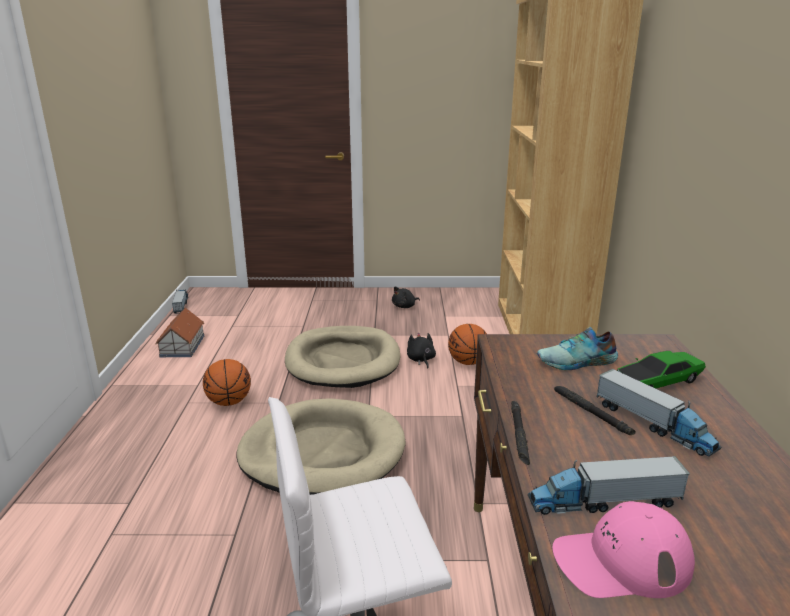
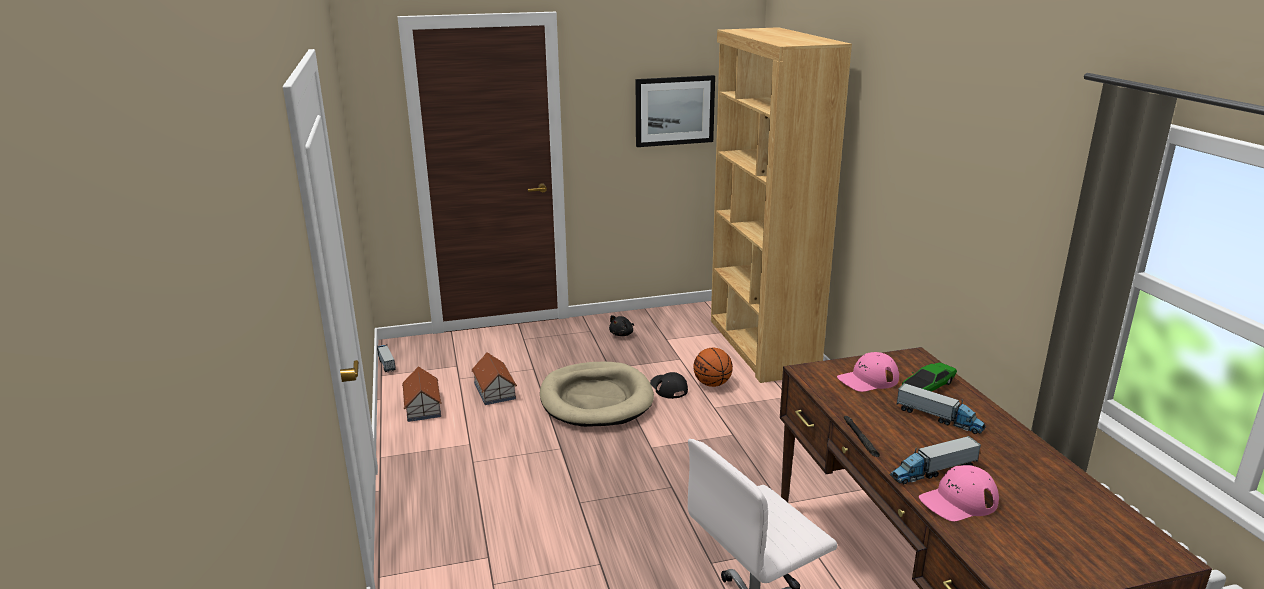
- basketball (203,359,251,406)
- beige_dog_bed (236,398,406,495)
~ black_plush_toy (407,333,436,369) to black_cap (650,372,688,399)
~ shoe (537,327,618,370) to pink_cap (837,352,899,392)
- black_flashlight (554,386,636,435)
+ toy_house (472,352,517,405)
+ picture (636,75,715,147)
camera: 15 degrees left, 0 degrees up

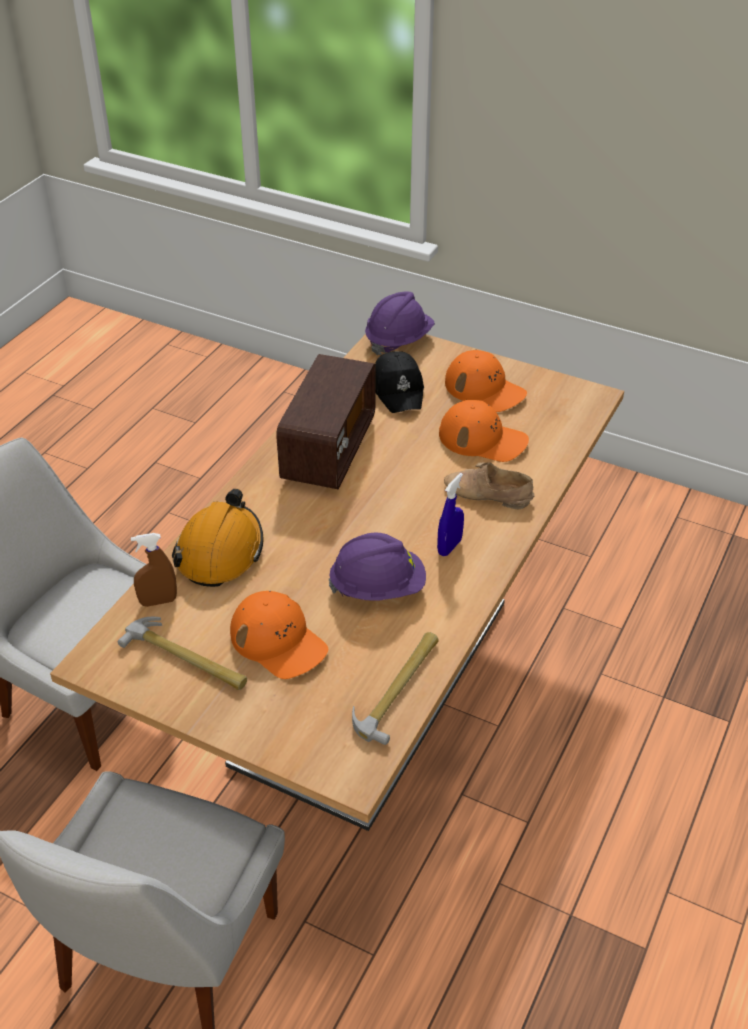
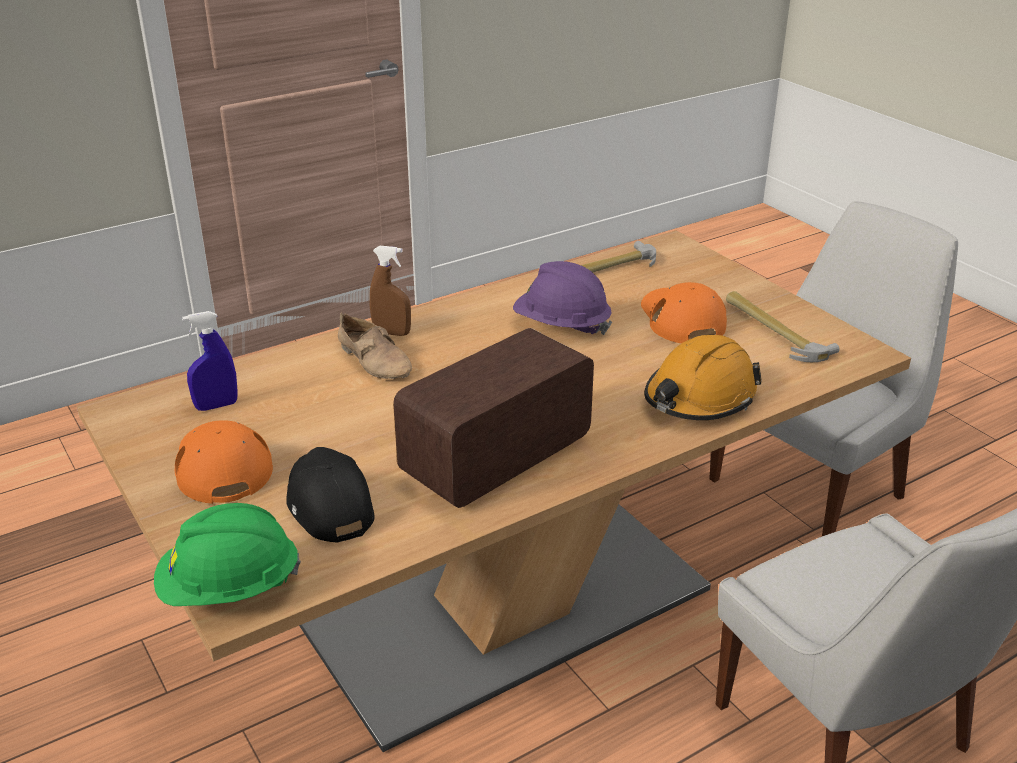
~ brown_spray_bottle (131,533,177,607) to (369,246,411,336)
~ purple_hard_hat (365,292,435,356) to green_hard_hat (154,503,301,606)
~ black_cap (375,351,424,413) = (286,447,375,542) 45 degrees counterclockwise
~ blue_spray_bottle (437,473,464,556) to (182,311,238,411)
- orange_cap (439,400,529,462)
camera: 150 degrees left, 10 degrees down

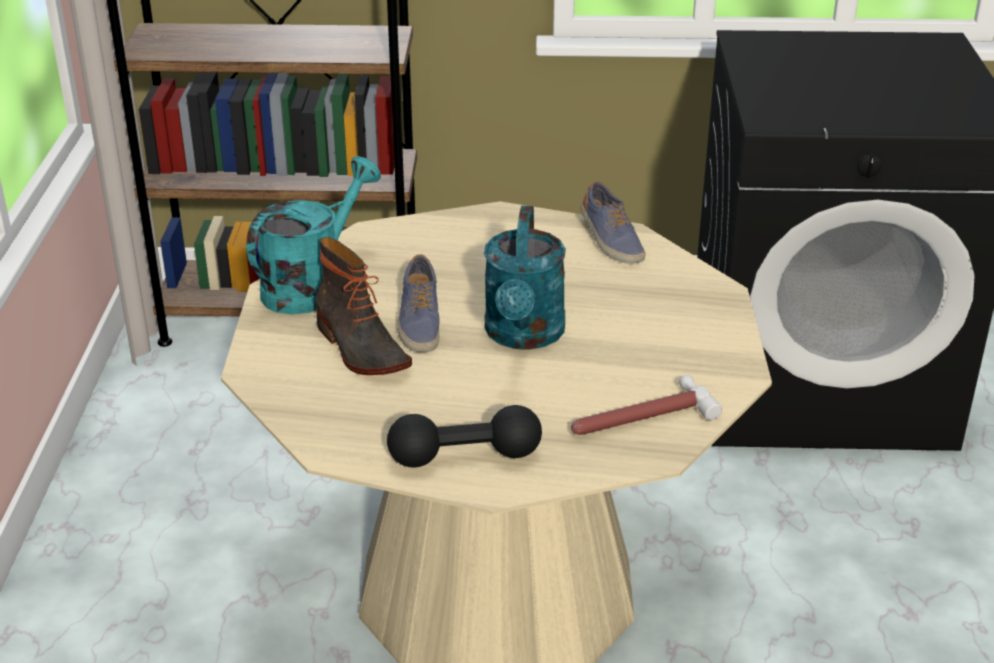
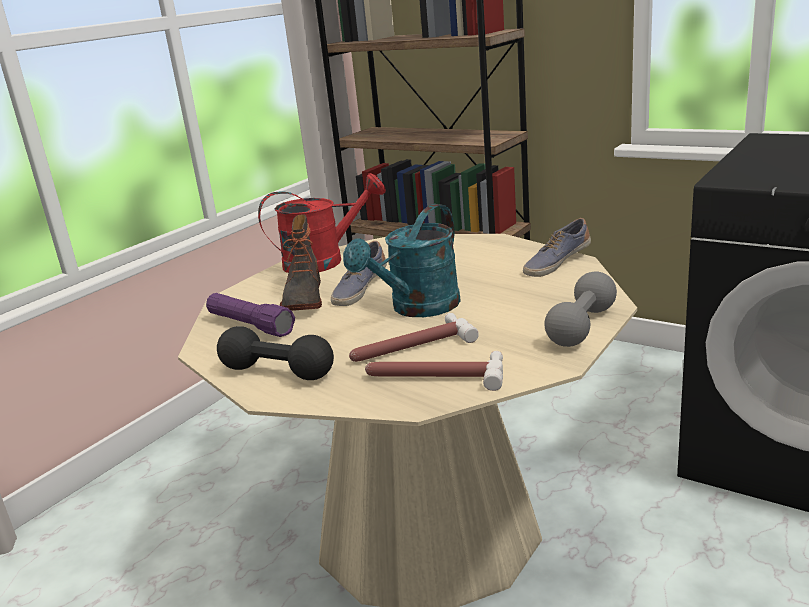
~ turquoise_watering_can (246,156,381,314) to red_watering_can (258,173,386,273)
~ shoe (581,181,646,264) = (523,218,591,277) 45 degrees clockwise
+ purple_flashlight (206,293,295,337)
+ hammer (349,313,479,362)
+ grey_dumbbell (544,272,617,347)
camera: 35 degrees right, 10 degrees down

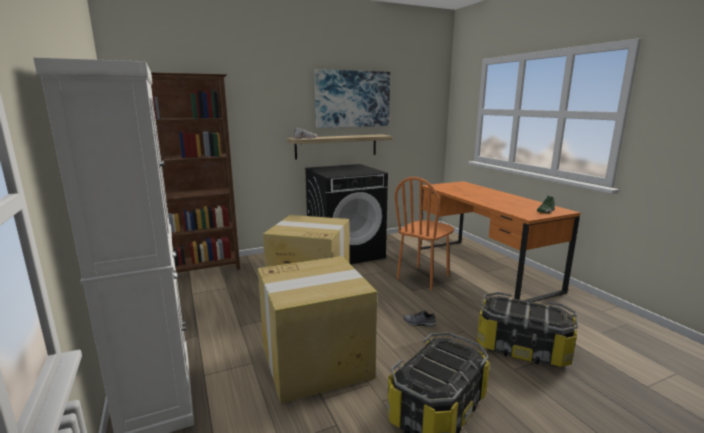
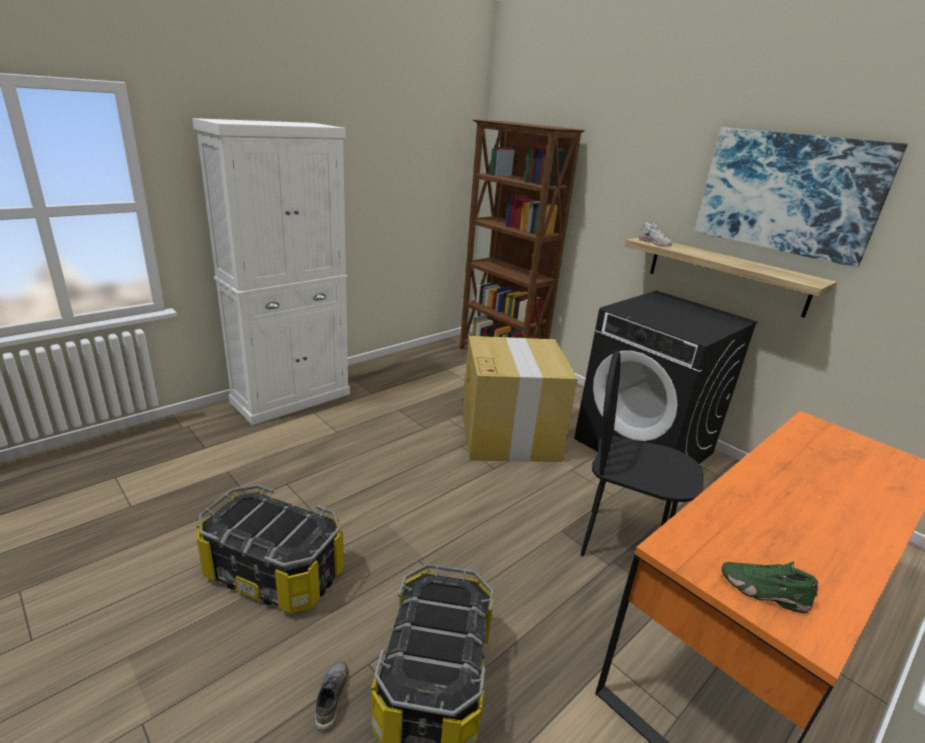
- cardboard_box (258,256,377,404)
~ orange_chair (394,177,454,290) to black_chair (580,351,704,556)
~ grey_shoe (404,310,436,327) to (314,661,349,731)
camera: 70 degrees right, 10 degrees up

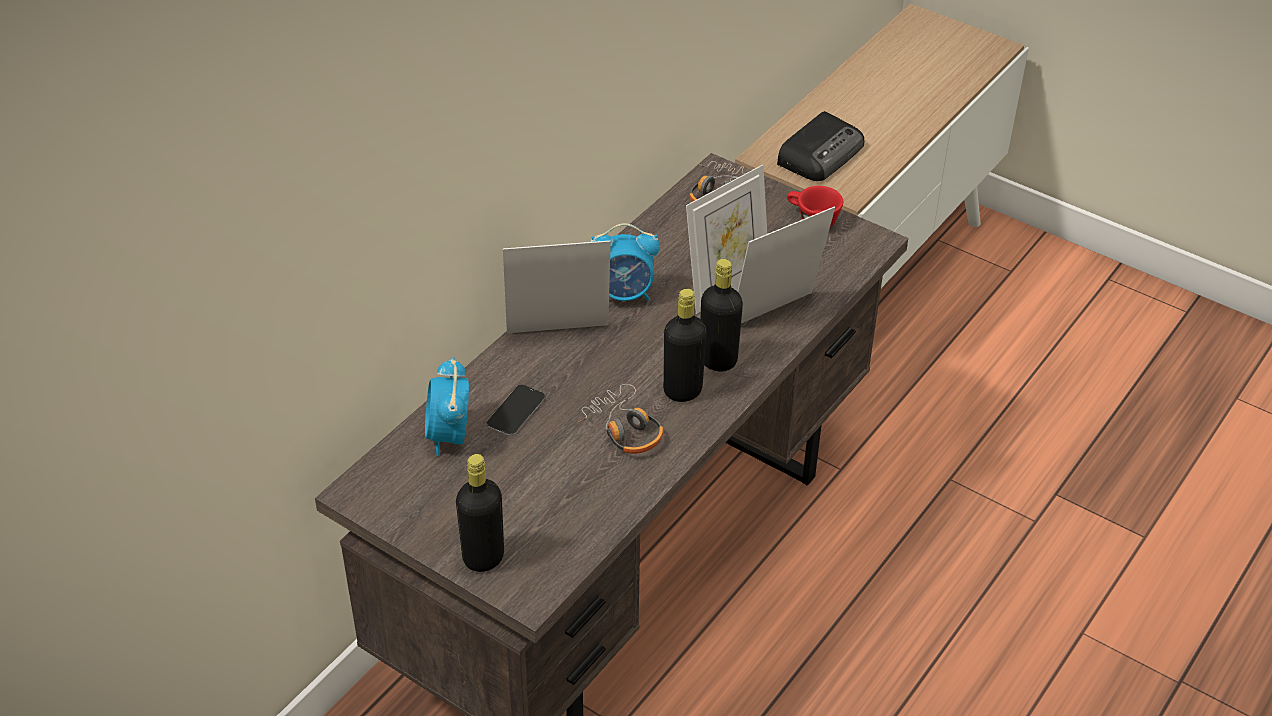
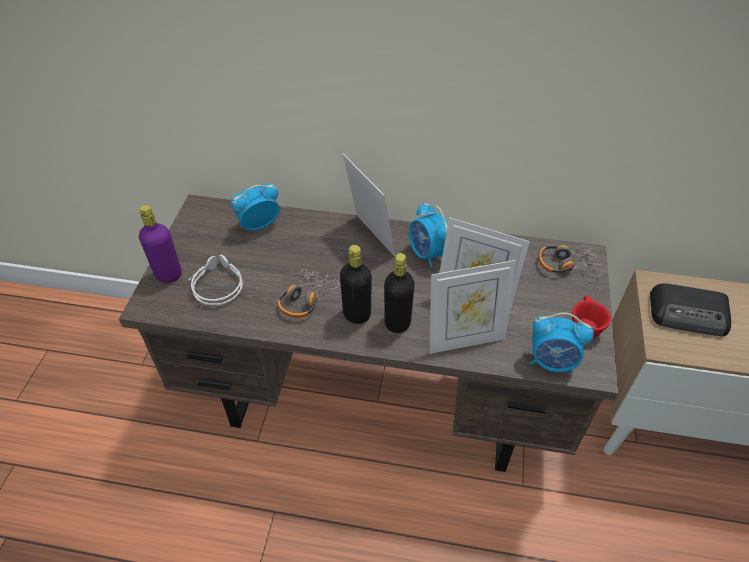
~ black_bottle (456,454,504,572) to purple_bottle (139,205,182,283)
- phone (487,385,545,436)
~ picture_frame (737,206,835,323) = (429,260,516,354) 135 degrees clockwise
+ grey_headphones (188,255,243,305)
+ alarm_clock (529,312,594,373)
camera: 65 degrees right, 5 degrees up

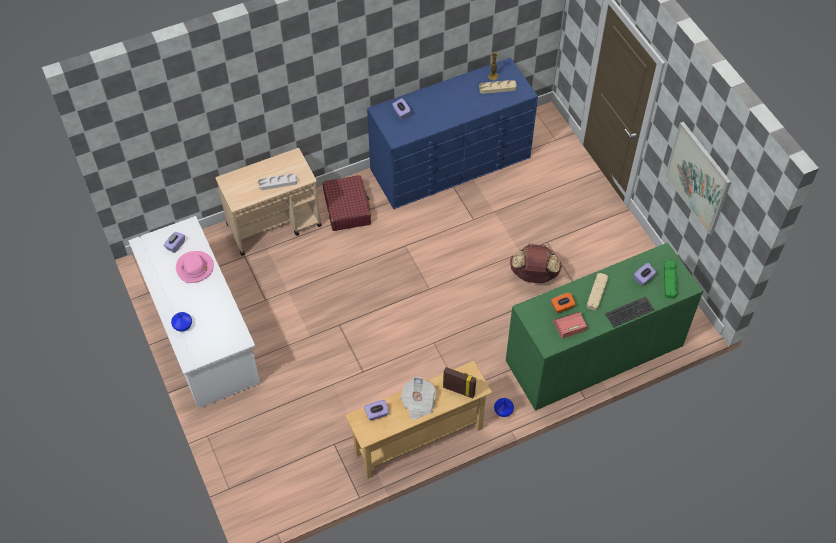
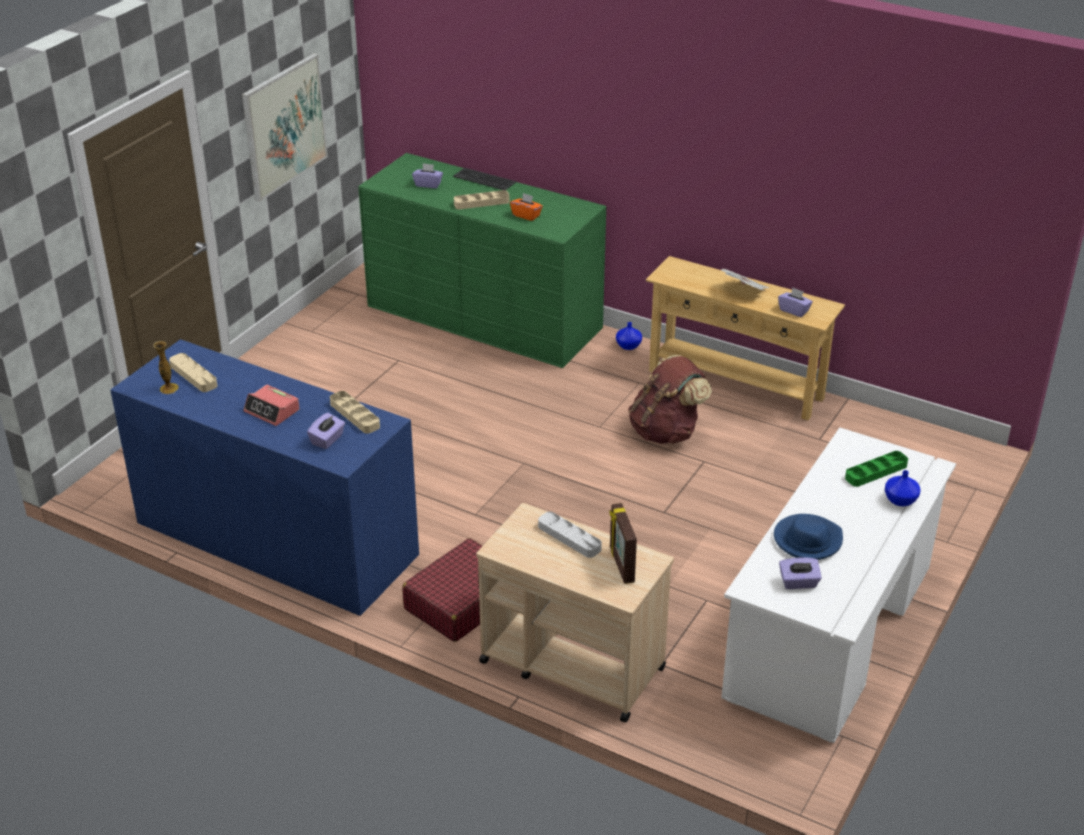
~ pink_hat (176,251,214,283) to blue_hat (774,514,843,560)
~ picture_frame (443,367,477,398) to (610,503,637,584)
~ brown_backpack (510,244,562,283) to (628,355,712,444)
~ alarm_clock (553,312,587,339) to (243,385,299,426)
~ green_tray (664,261,677,299) to (845,451,908,487)
+ beige_tray (330,391,380,434)
camera: 125 degrees left, 20 degrees down

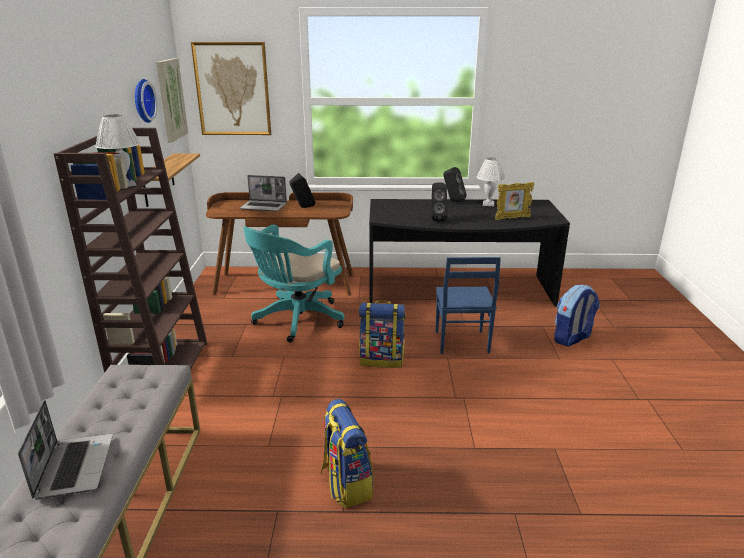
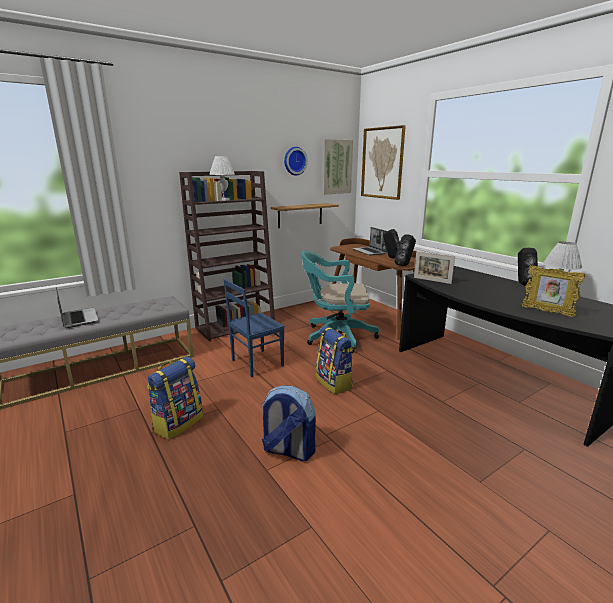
~ laptop (18,400,113,500) = (56,287,99,328) 75 degrees counterclockwise
~ black_speaker (432,183,448,221) to (394,234,416,266)
~ blue_chair (435,257,501,354) to (224,279,285,377)
~ backpack (554,285,600,347) to (262,386,316,462)
+ picture_frame (414,251,455,284)
camera: 55 degrees right, 5 degrees down

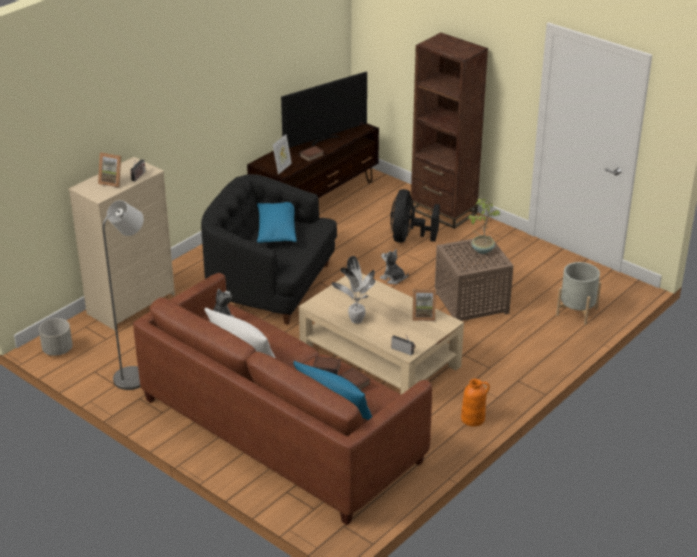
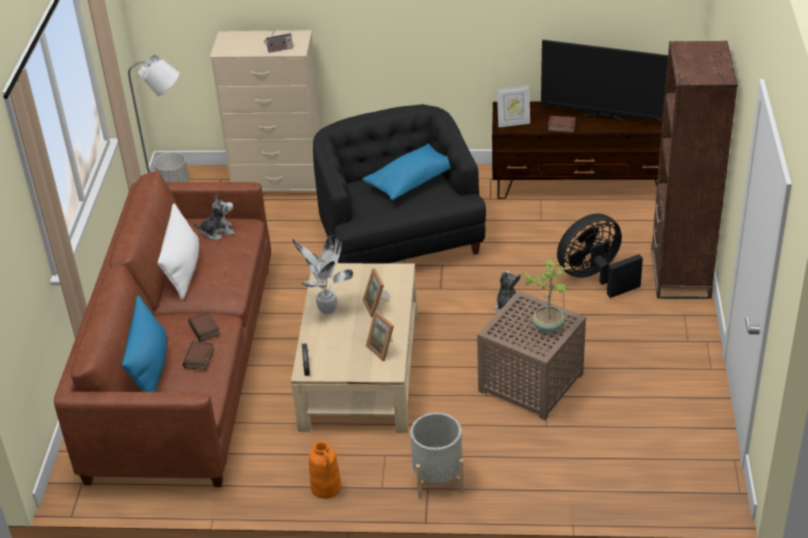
~ picture_frame (98,153,121,187) to (363,268,390,317)
~ grey_planter (556,262,601,325) to (410,413,464,499)
camera: 55 degrees right, 5 degrees up

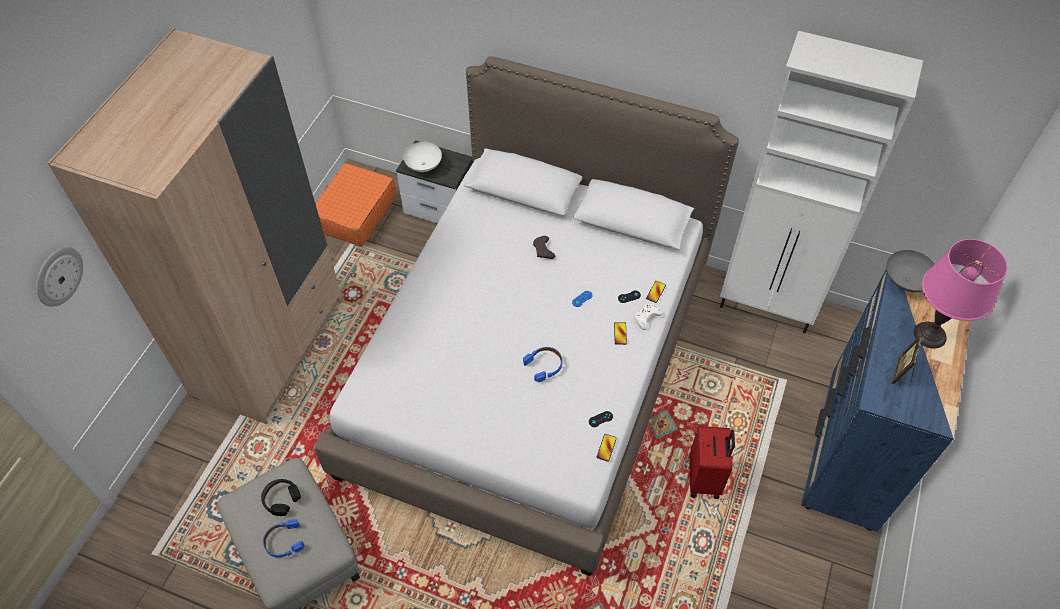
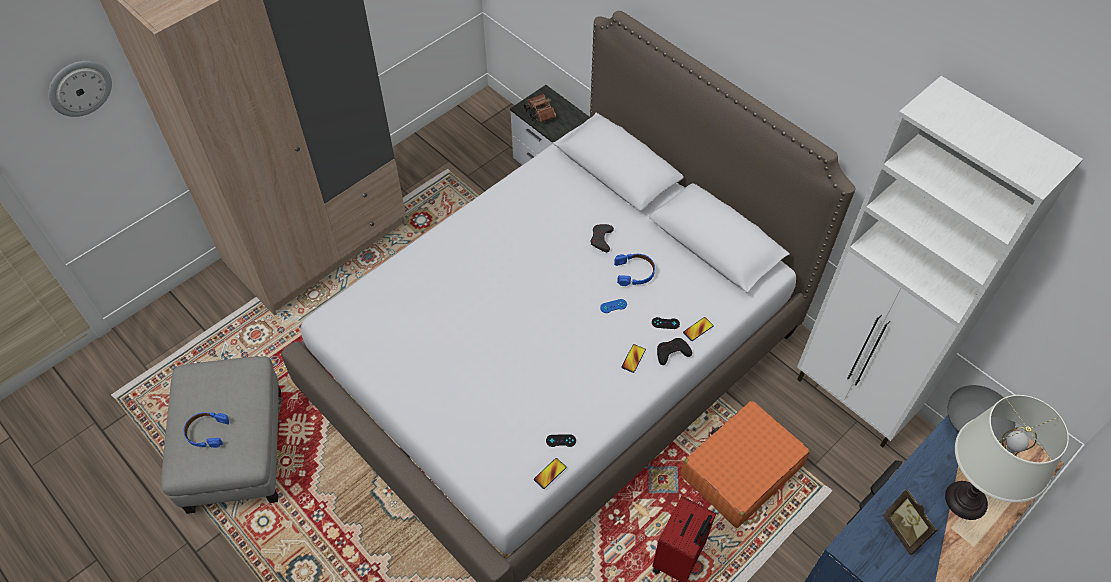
- black_headphones (261,479,301,516)
~ orange_suitcase (315,163,396,247) to (680,401,810,528)
~ white_bowl (403,142,442,172) to brown_binoculars (524,94,556,122)
~ blue_headphones (523,347,562,382) to (614,254,655,286)
~ white_game_controller (634,304,663,330) to black_game_controller (657,338,692,365)
~ picture_frame (892,335,923,387) = (883,488,938,555) 75 degrees counterclockwise
~ pink_table_lamp (914,239,1007,349) to white_table_lamp (945,395,1069,520)
camera: 25 degrees right, 0 degrees up

